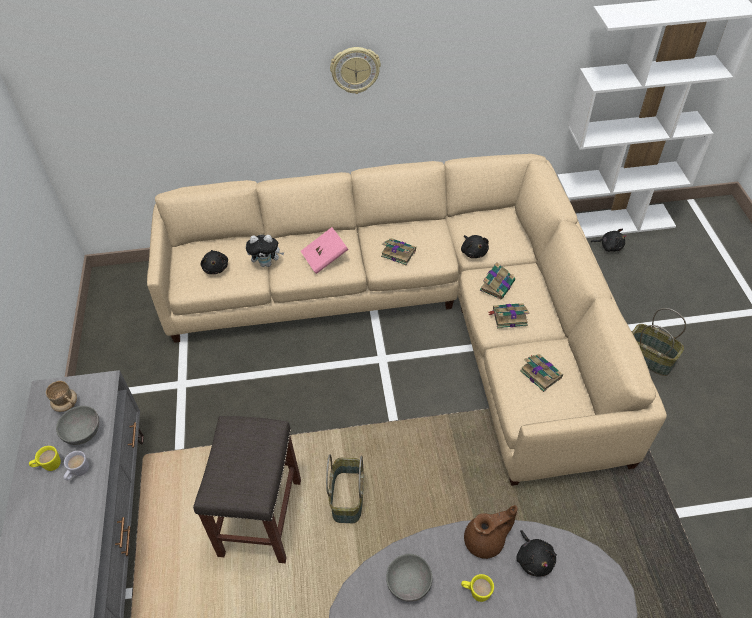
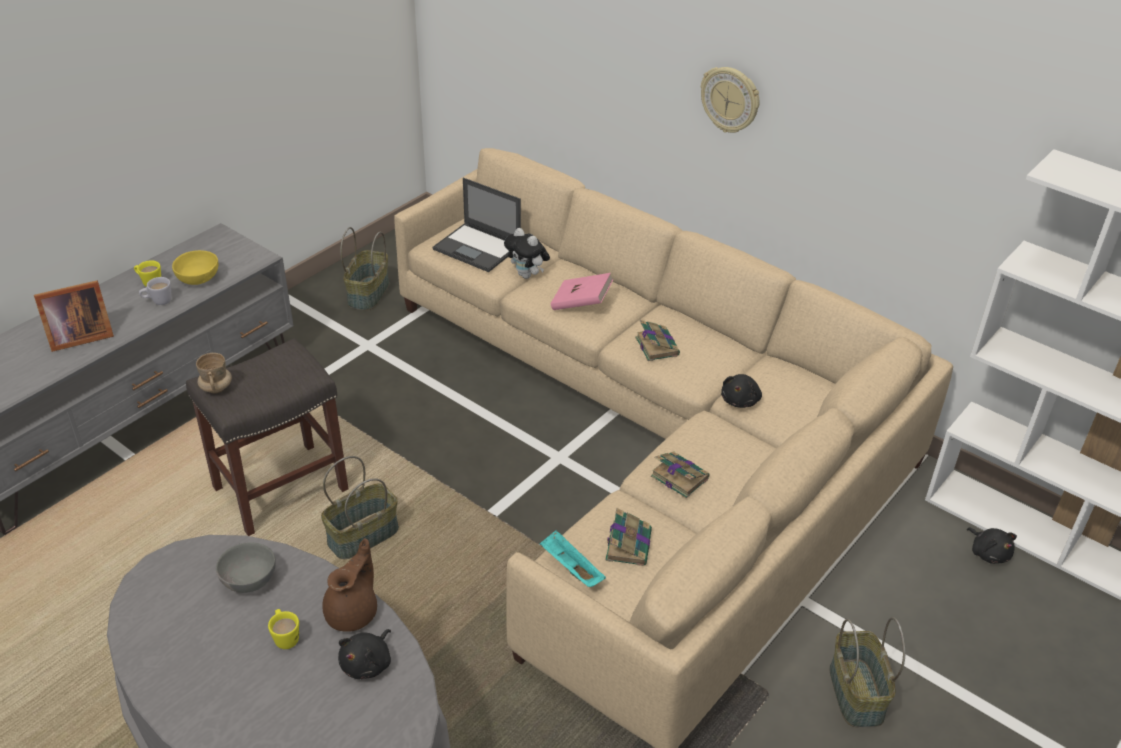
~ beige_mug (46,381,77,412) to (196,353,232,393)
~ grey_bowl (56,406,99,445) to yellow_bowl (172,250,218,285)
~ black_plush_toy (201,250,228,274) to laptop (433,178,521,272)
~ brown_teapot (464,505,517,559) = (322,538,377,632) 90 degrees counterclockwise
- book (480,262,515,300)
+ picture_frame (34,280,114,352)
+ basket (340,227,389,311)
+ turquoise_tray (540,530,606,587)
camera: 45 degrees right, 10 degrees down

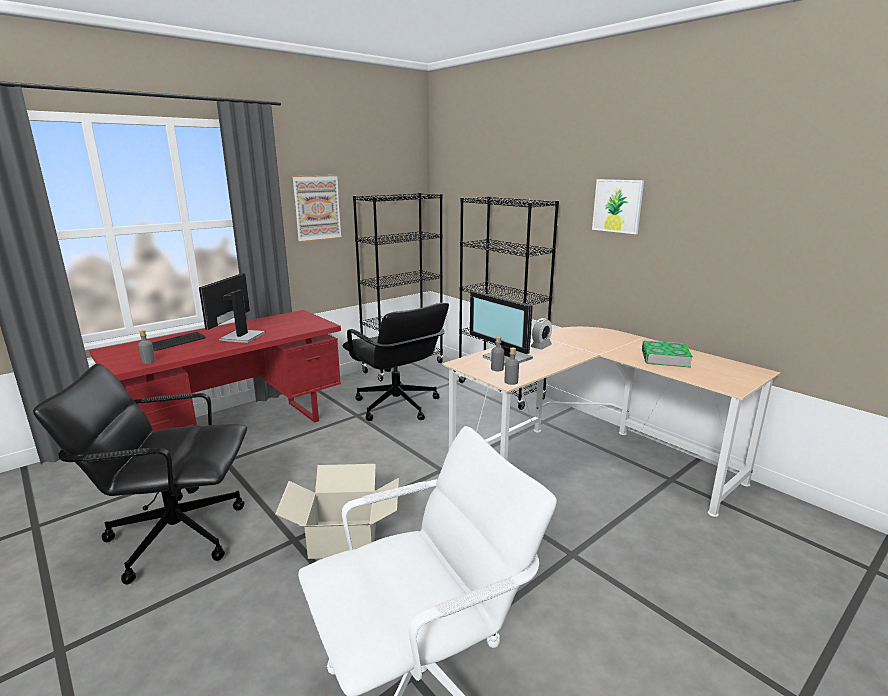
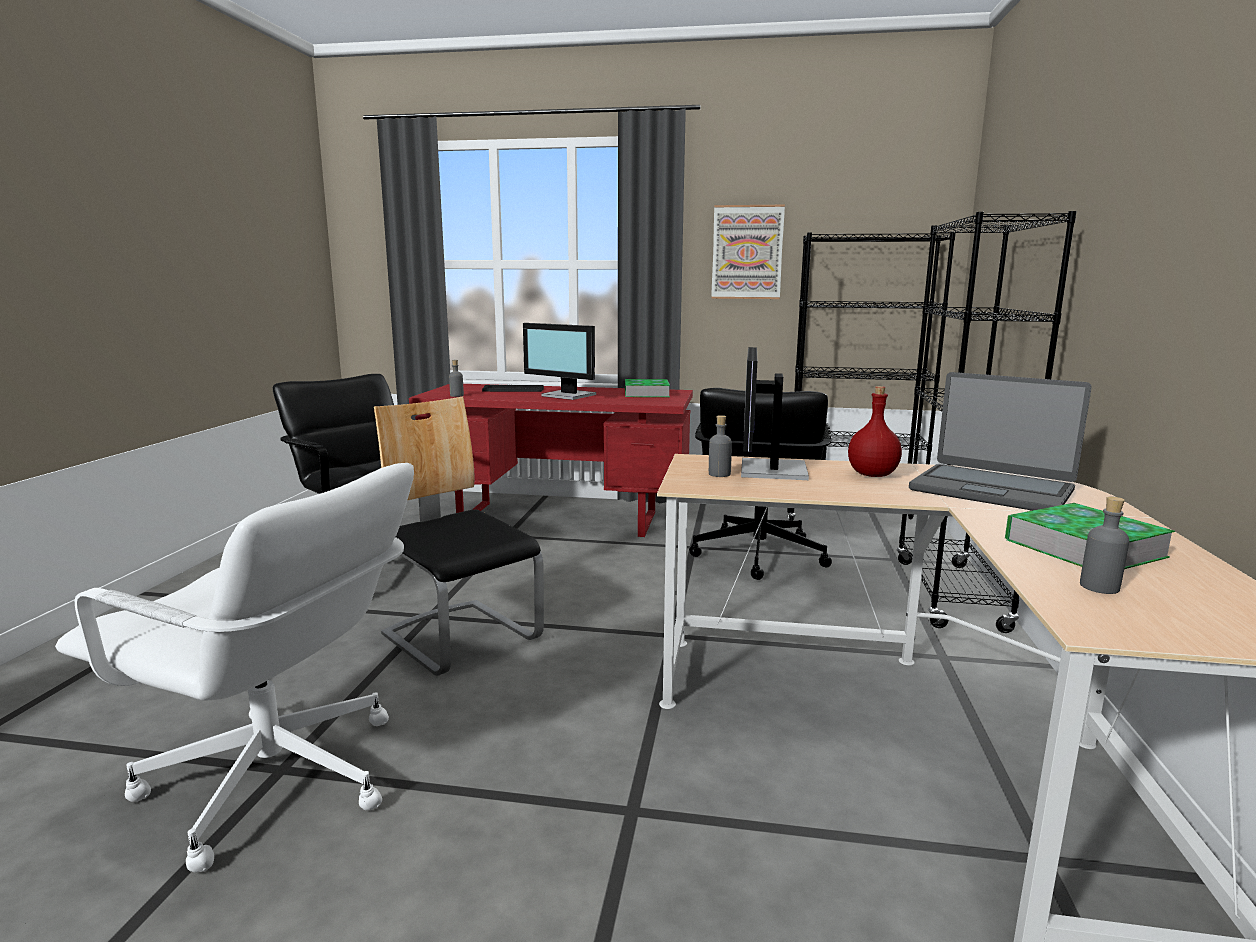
~ monitor (199,273,265,343) = (523,323,596,400) 120 degrees counterclockwise
~ cardboard_box (275,464,399,559) to chair (374,396,544,676)
~ grey_bottle (505,348,519,385) to (1080,497,1129,594)
~ alarm_clock (531,318,552,350) to red_bottle (848,386,902,477)
- picture (592,179,644,234)
+ book (625,379,670,397)
+ laptop (909,372,1092,510)
camera: 50 degrees right, 5 degrees down

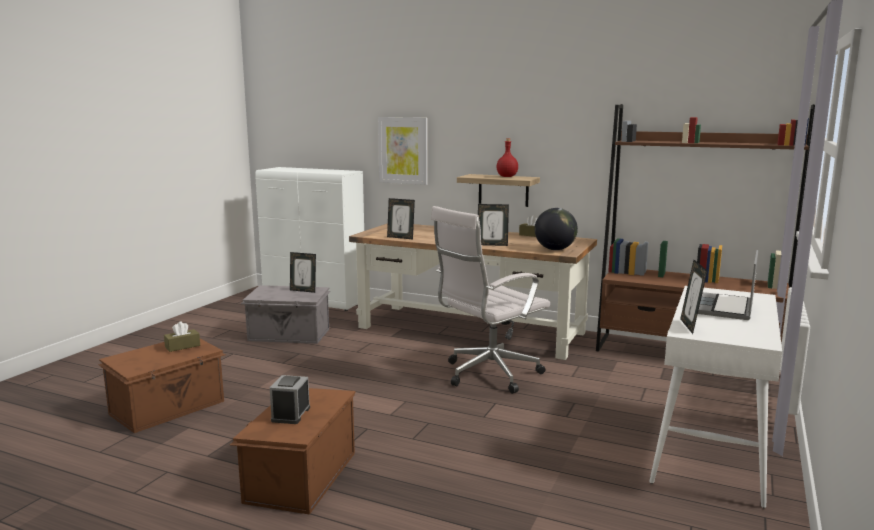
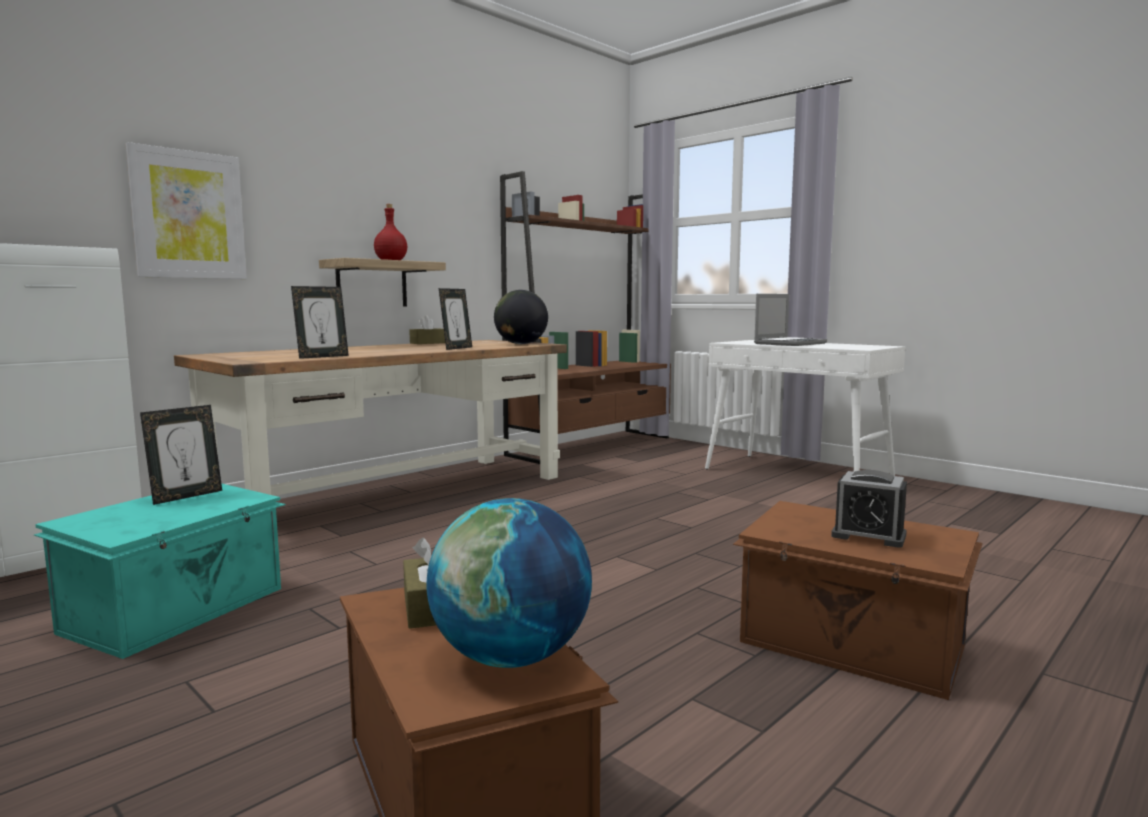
~ grey_storage_box (241,285,331,344) to turquoise_storage_box (34,483,286,659)
- white_office_chair (431,206,550,394)
- picture_frame (680,260,707,334)
~ laptop (698,250,758,320) = (754,294,827,346) 90 degrees counterclockwise
+ globe (427,498,592,668)
camera: 70 degrees left, 5 degrees down

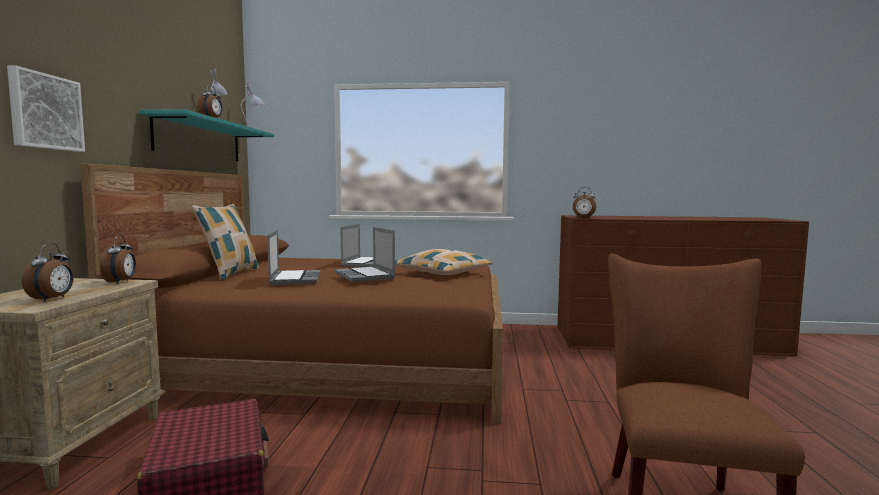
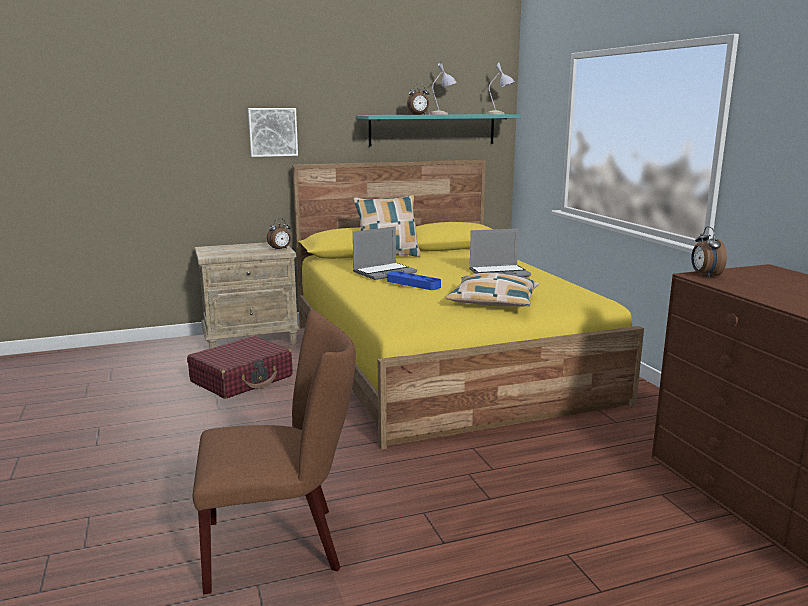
- alarm_clock (22,243,74,302)
~ brown_bed (80,164,503,424) to yellow_bed (292,159,644,450)
~ laptop (335,227,395,282) to blue_tray (387,271,441,290)
camera: 65 degrees right, 10 degrees up

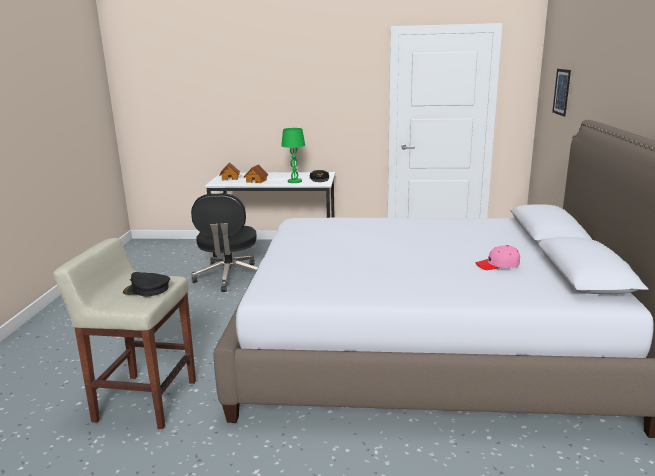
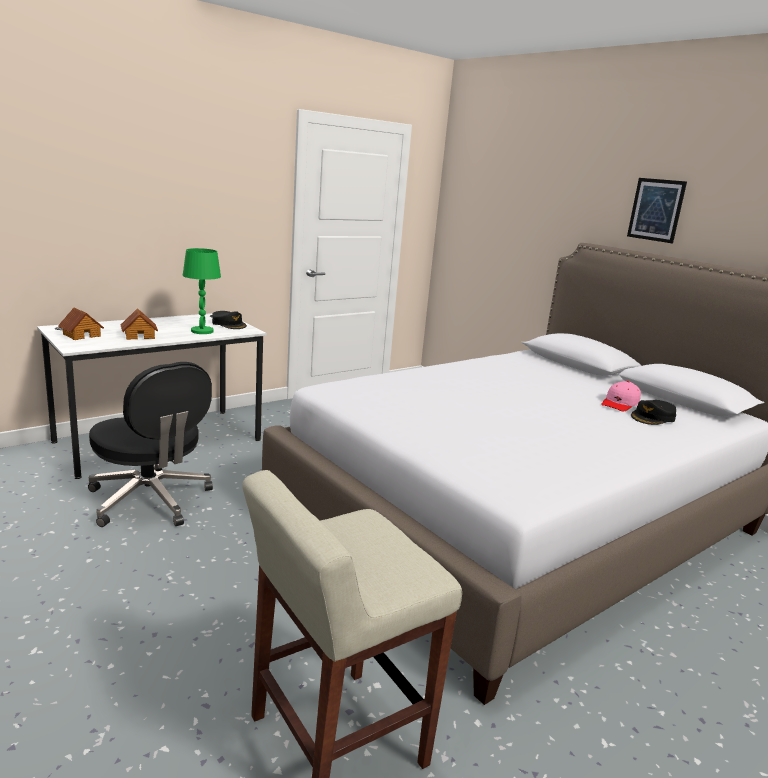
~ black_cap (123,272,170,297) to (631,400,676,425)
~ picture (552,69,571,117) to (627,178,687,243)
camera: 45 degrees left, 0 degrees up

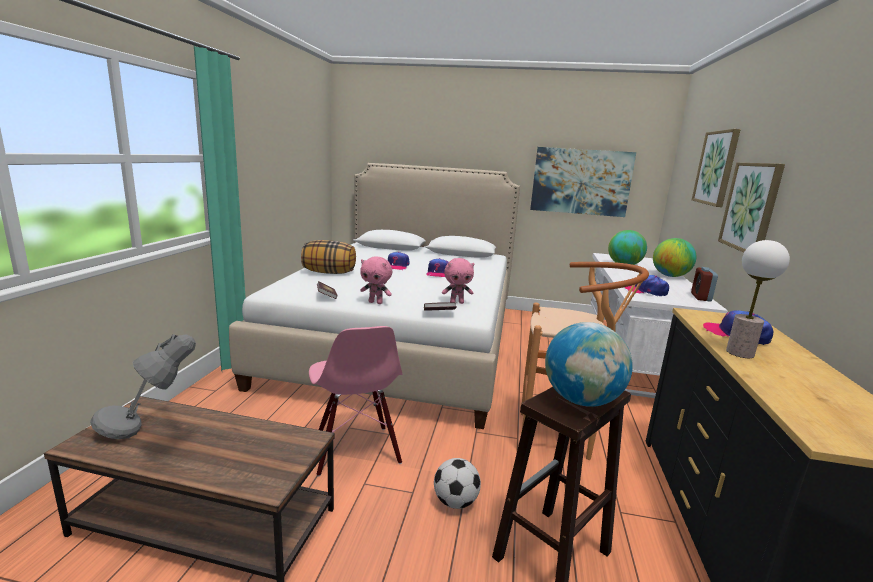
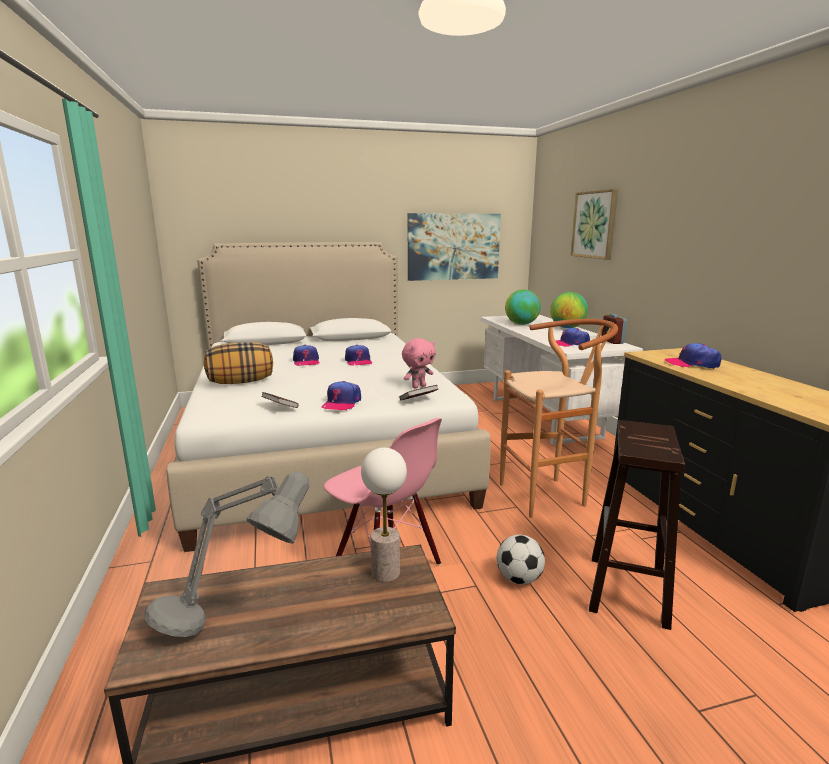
~ pink_plush_toy (360,256,392,304) to cap (322,381,361,410)
- globe (545,322,633,407)
- picture (718,163,785,252)
~ table_lamp (726,240,790,358) to (361,448,407,582)
camera: 25 degrees left, 0 degrees up

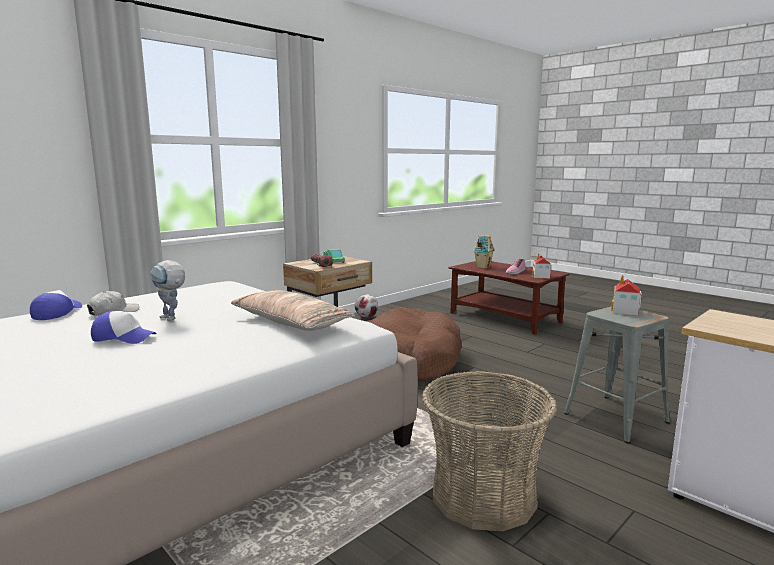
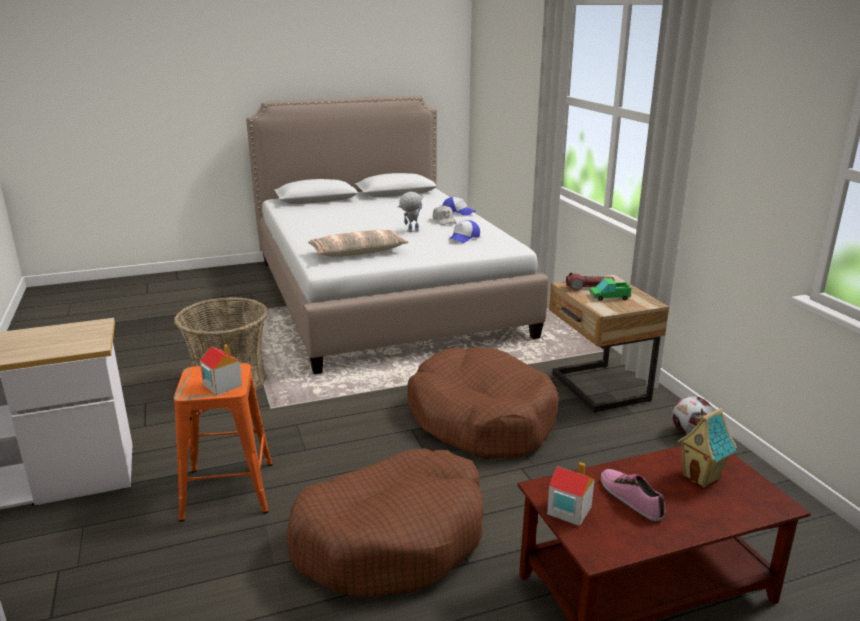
~ cap (91,311,157,344) to (450,220,480,243)
~ grey_stool (564,307,670,444) to orange_stool (174,363,273,522)
+ brown_dog_bed (287,448,484,597)
camera: 115 degrees right, 10 degrees up

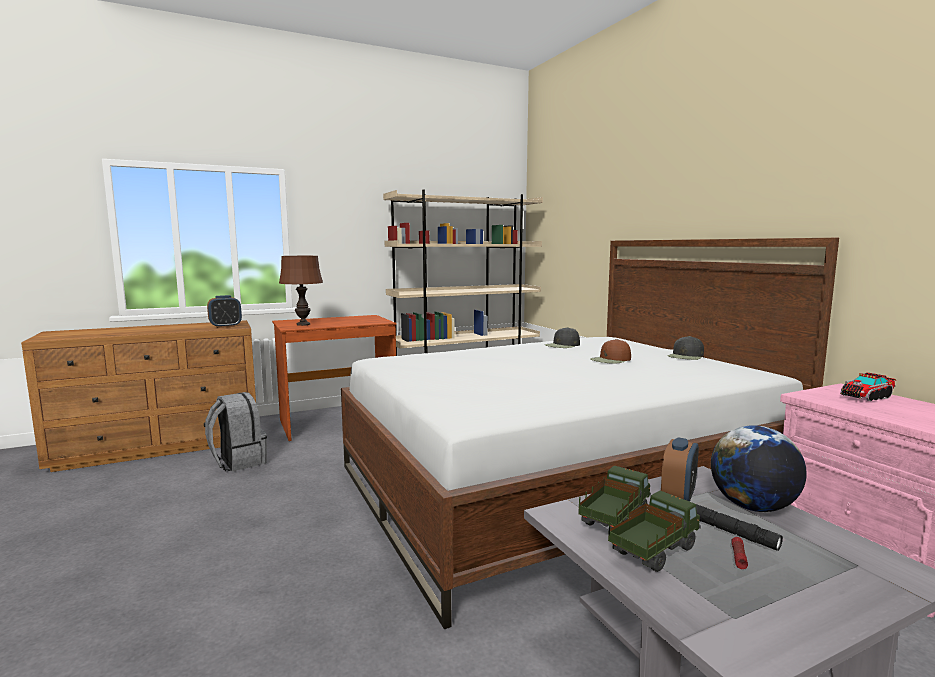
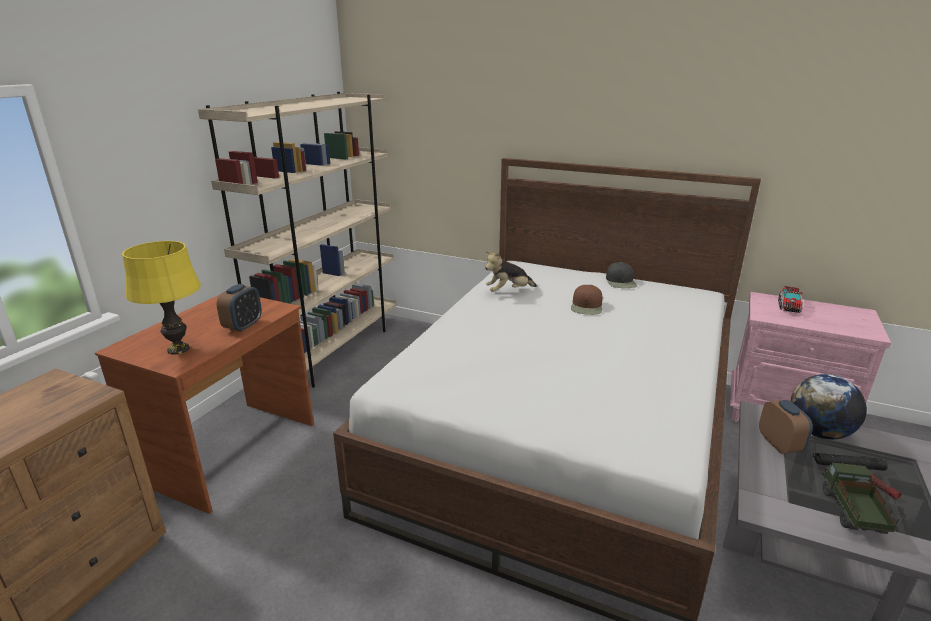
- grey_backpack (205,392,267,472)
~ alarm_clock (207,295,242,328) to (217,284,262,332)
~ brown_table_lamp (279,256,323,326) to yellow_table_lamp (122,241,201,354)
~ black_cap (545,327,580,348) to plush_toy (485,251,537,292)
- toy_truck (578,466,651,529)
camera: 40 degrees left, 15 degrees up

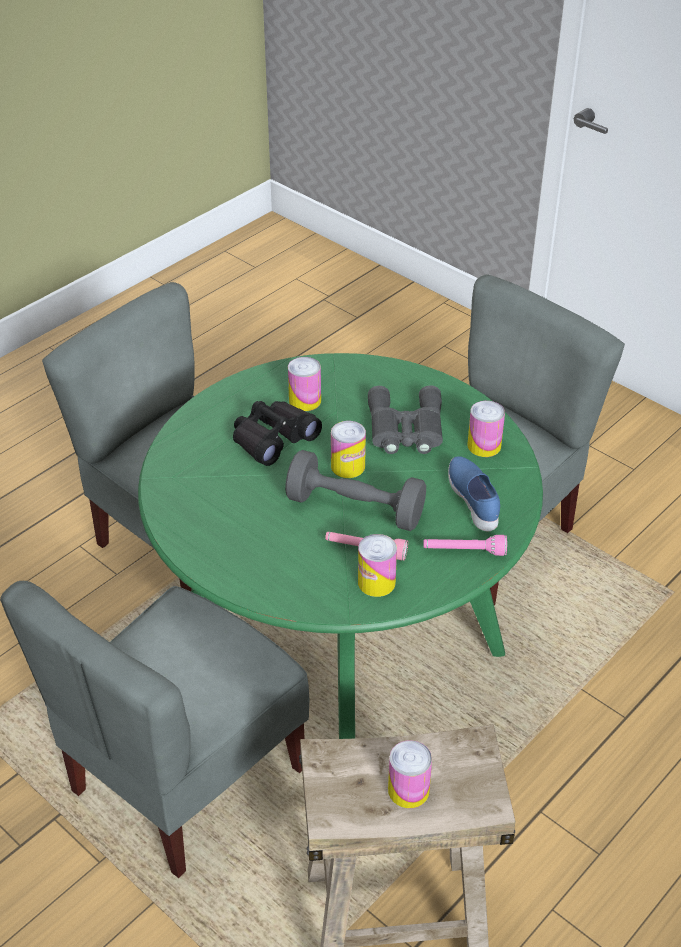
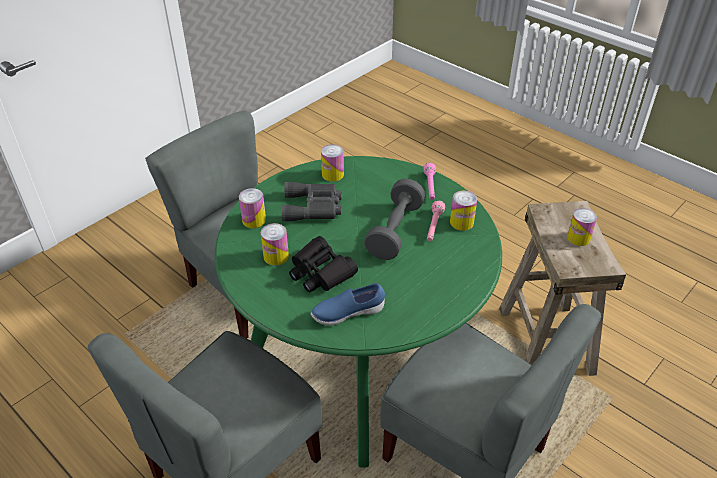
~ can (331,421,366,478) to (239,188,266,228)
~ blue_shoe (448,456,500,531) to (311,283,385,325)
camera: 90 degrees left, 0 degrees up

